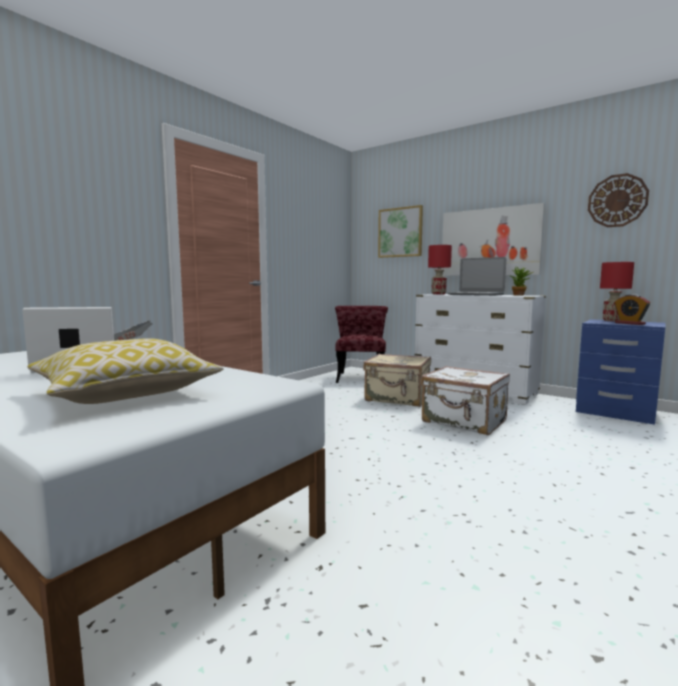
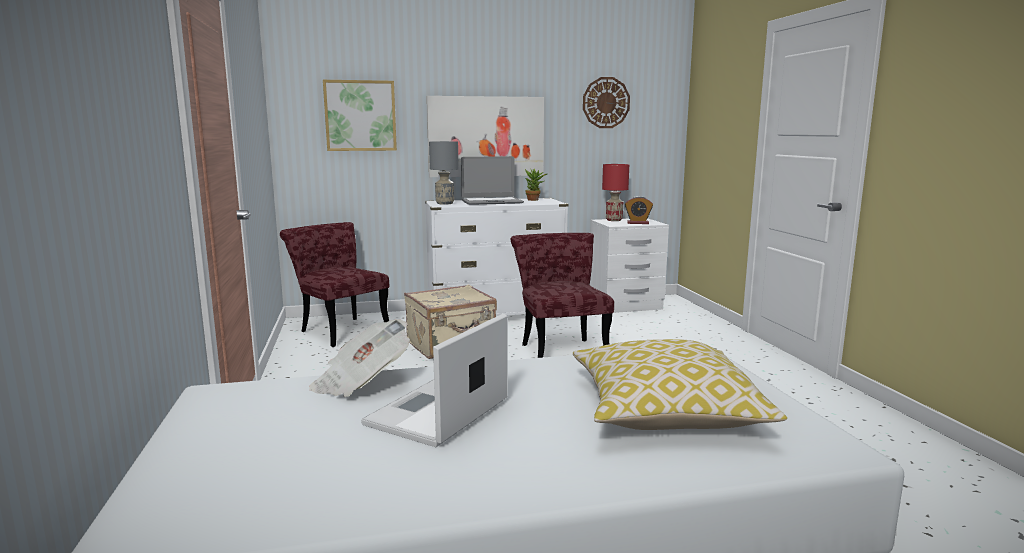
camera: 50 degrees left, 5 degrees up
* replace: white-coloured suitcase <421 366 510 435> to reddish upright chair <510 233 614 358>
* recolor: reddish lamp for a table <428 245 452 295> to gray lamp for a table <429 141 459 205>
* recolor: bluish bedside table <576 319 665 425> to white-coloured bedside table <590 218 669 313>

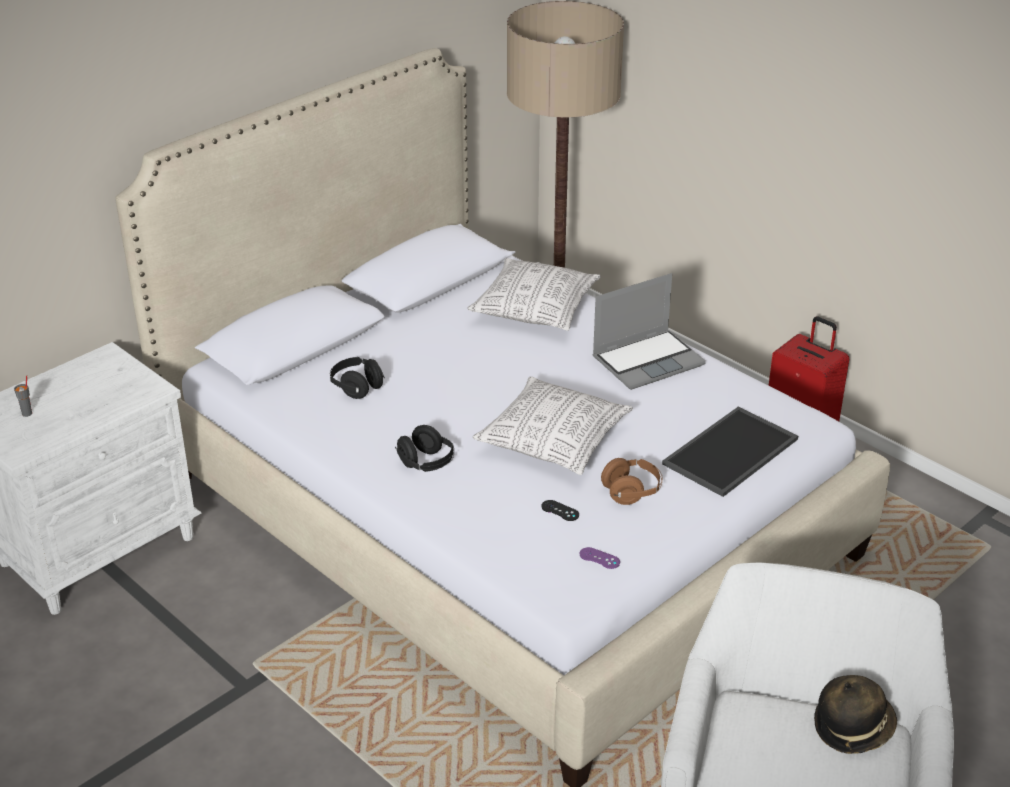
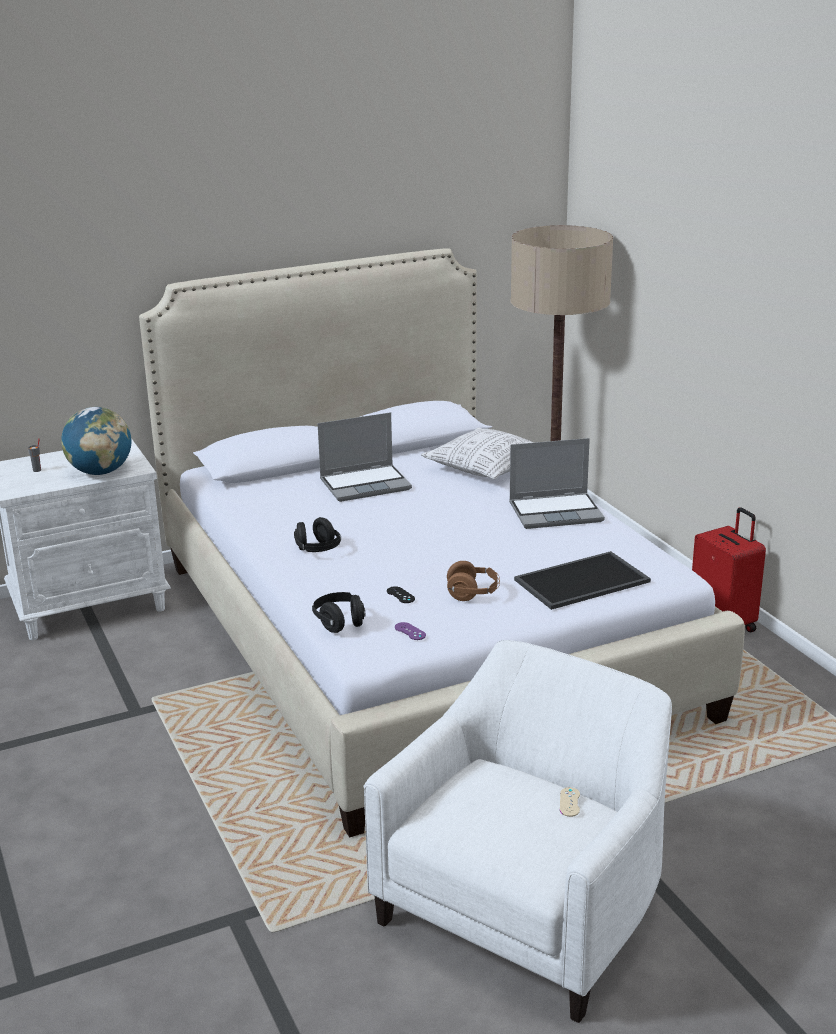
camera: 20 degrees right, 10 degrees down
* delete: pillow <473 376 633 475>
* insert: world globe <61 407 131 475>
* insert: notebook computer <318 412 412 502>
* move: black-coloured headphones <330 357 385 399> to <312 592 366 633>
* replace: wearable hat <814 675 897 754> to beige-coloured game controller <560 787 580 817>

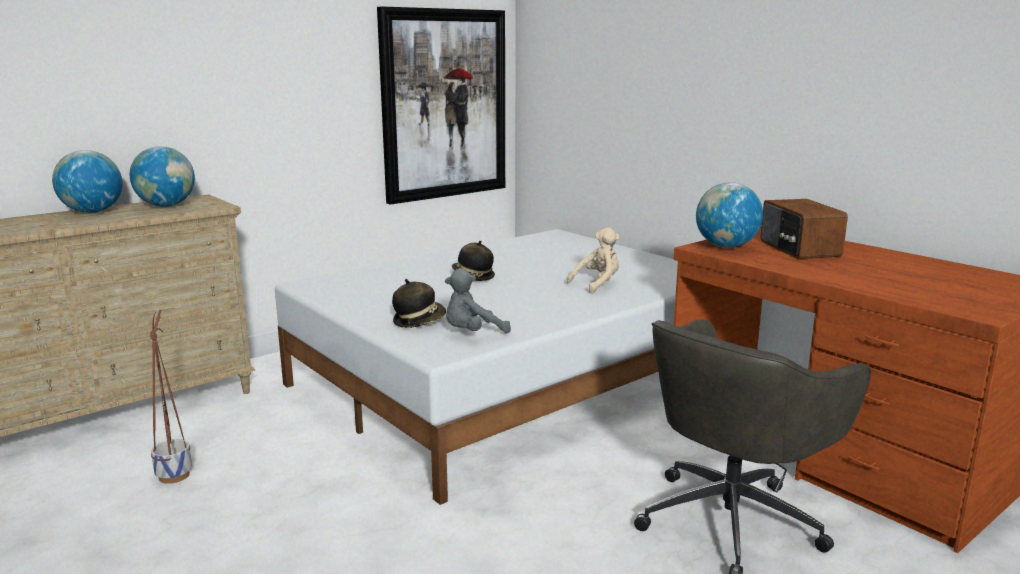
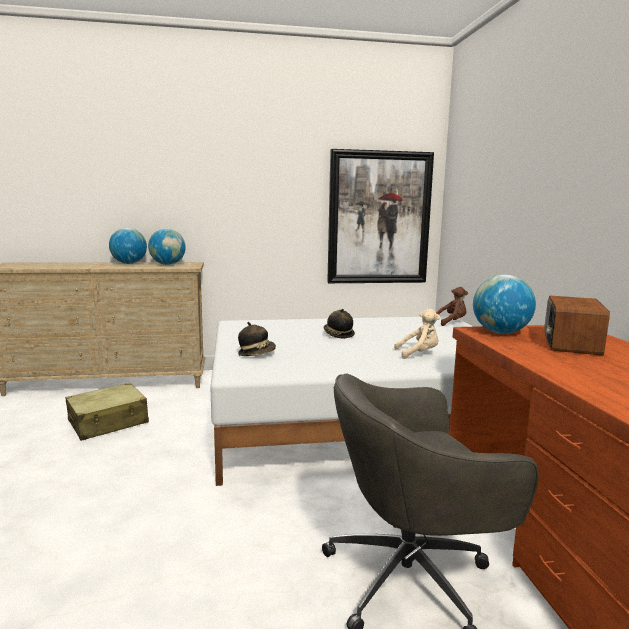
camera: 30 degrees right, 5 degrees down
* delete: gray plush toy <445 269 511 333>
* insert: brown plush toy <436 287 468 326>
* replace: plant pot <150 309 192 484> to beige-coloured suitcase <65 383 149 441>

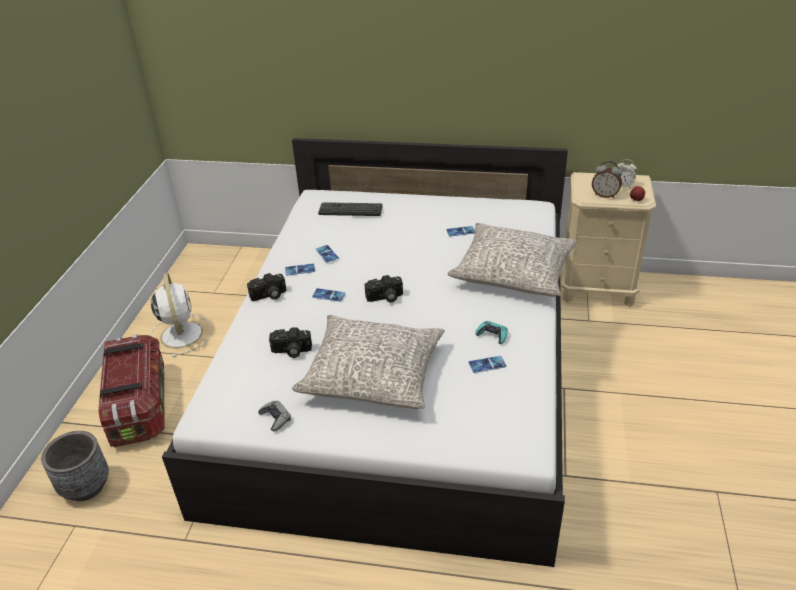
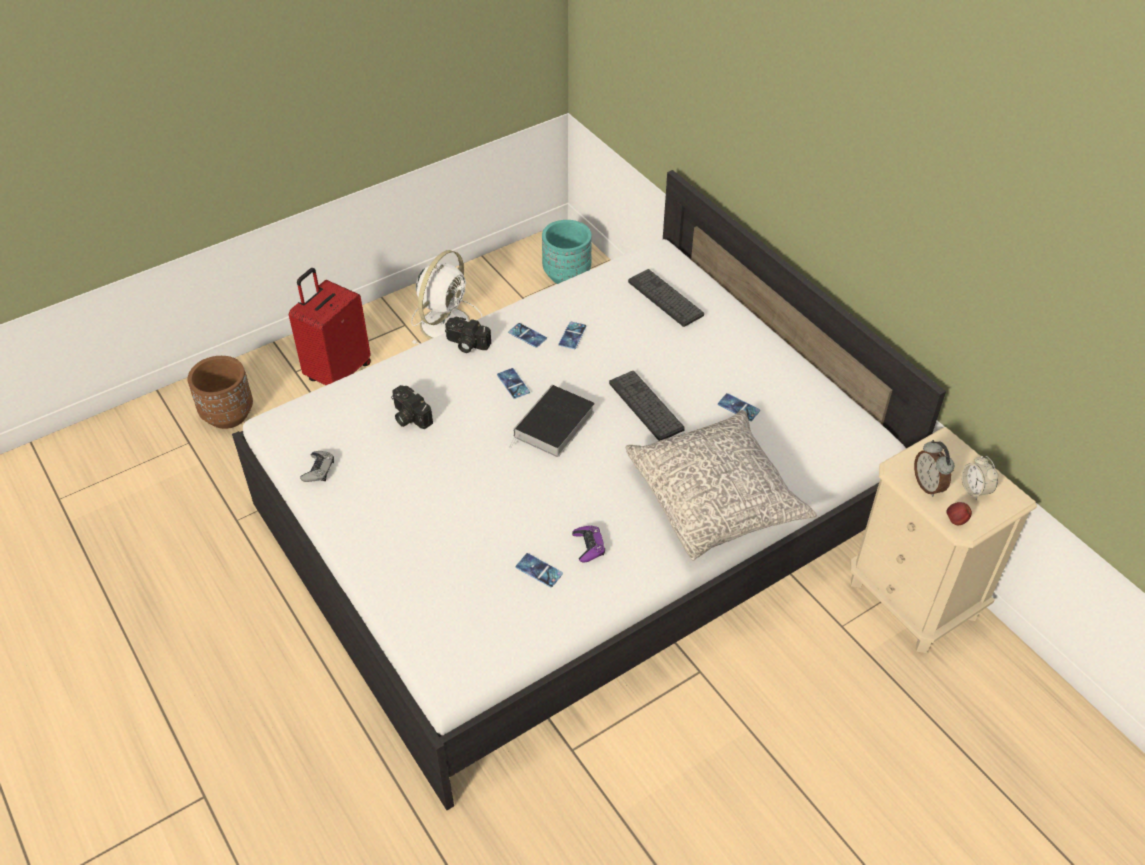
camera: 45 degrees right, 10 degrees up
* delete: gray pillow <292 315 445 409>
* insert: turquoise plant pot <542 220 592 284>
* insert: computer keyboard <609 371 685 441>
* replace: storage bin <98 334 165 447> to reddish suitcase <289 268 371 385>
* replace: photo camera <365 275 403 303> to bound book <509 385 595 457>
* recolor: gray plant pot <41 431 109 501> to brown plant pot <188 356 253 429>
* recolor: turquoise game controller <475 321 508 344> to purple-coloured game controller <572 526 605 563>

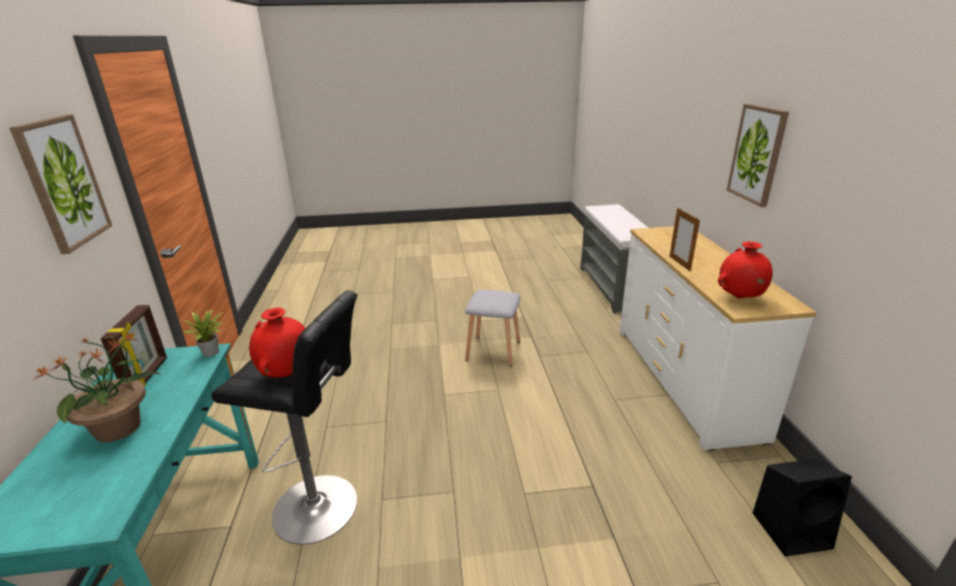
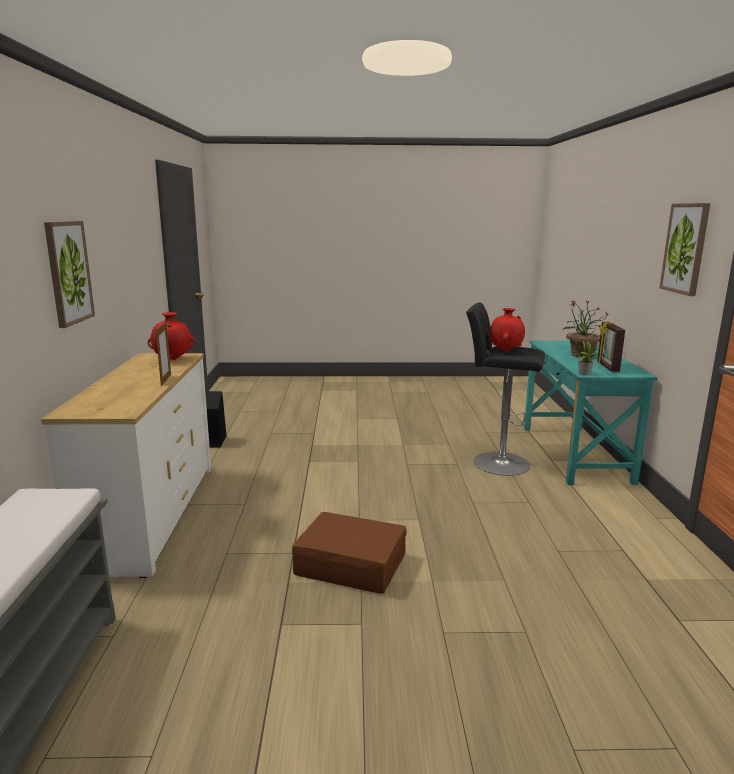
camera: 175 degrees left, 10 degrees down
* replace: gray sitting stool <465 290 520 366> to brown suitcase <292 512 407 594>

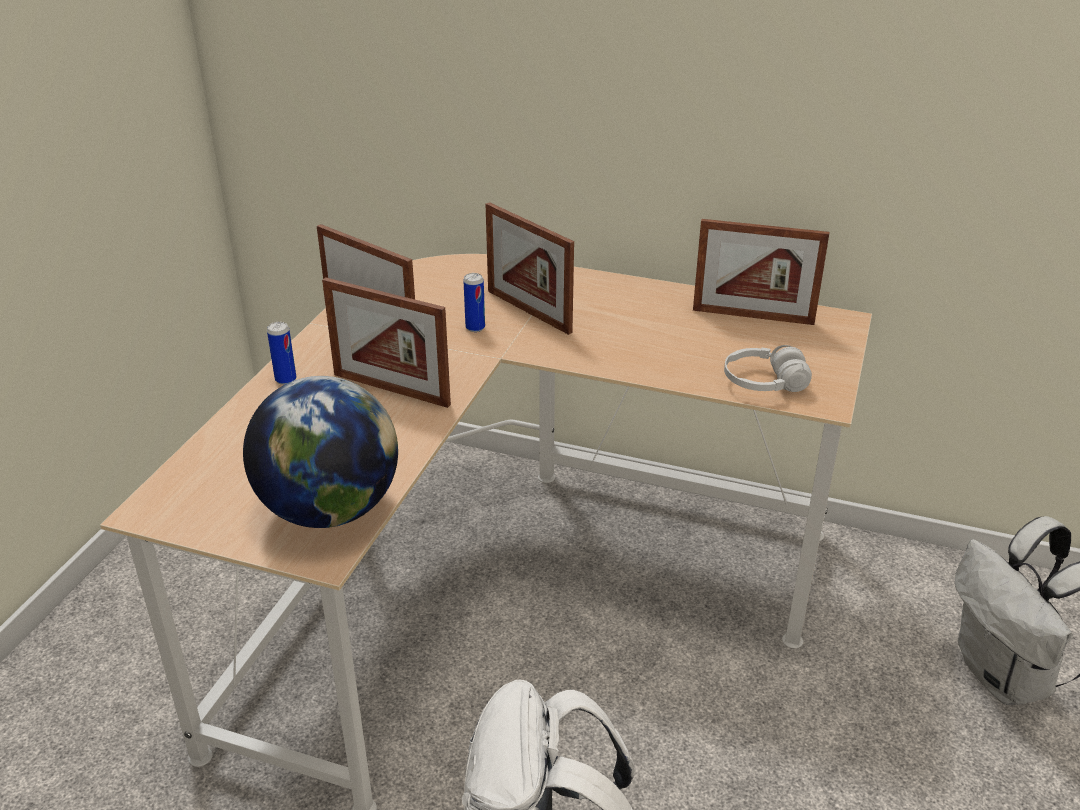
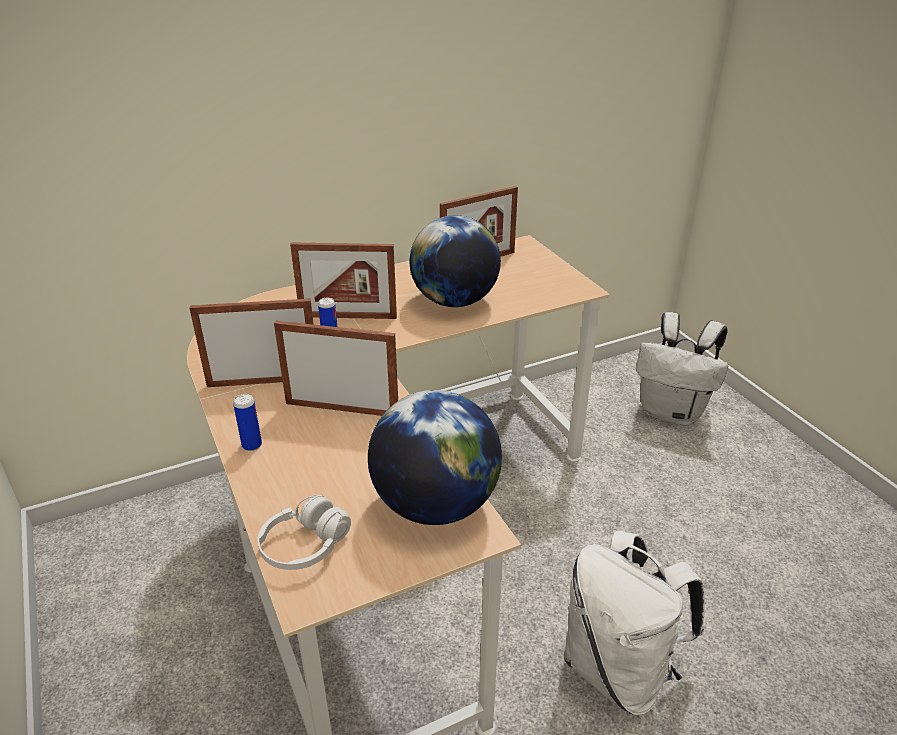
camera: 45 degrees left, 0 degrees up
* insert: world globe <410 215 501 307>
* move: white-coloured headphones <724 345 812 392> to <257 495 351 570>
* rotate: standing frame <322 278 451 408> = <274 321 398 416> 150 degrees counterclockwise

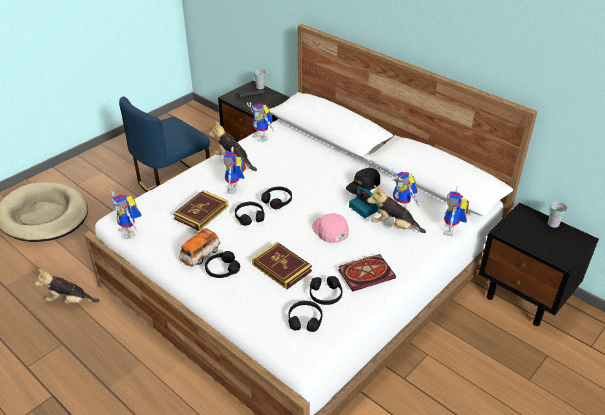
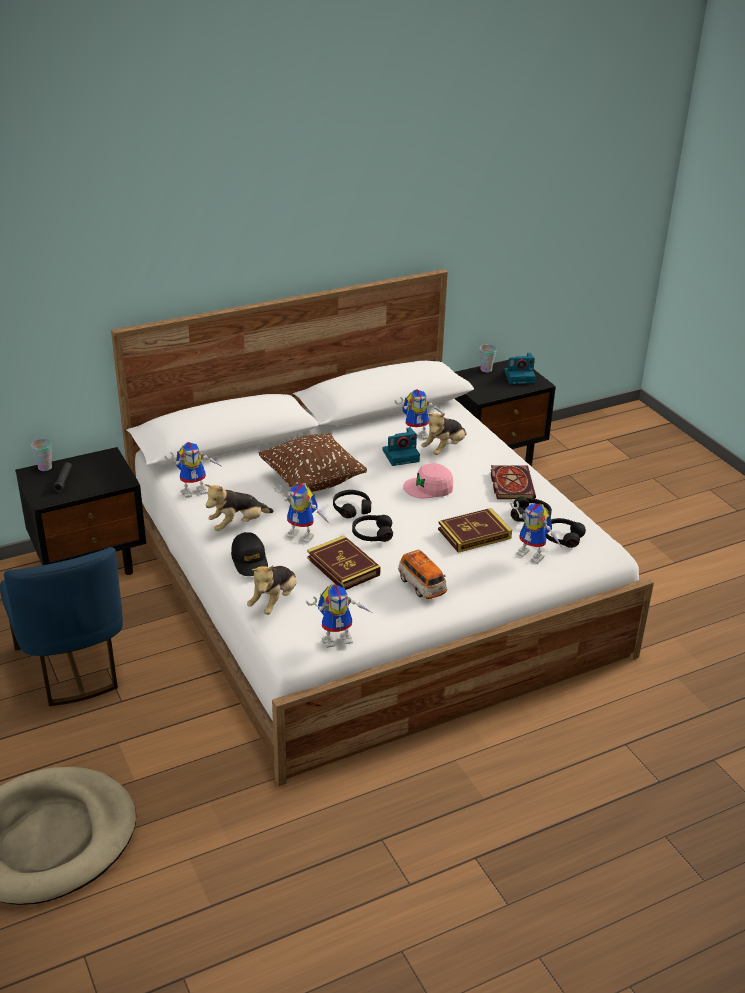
camera: 70 degrees left, 5 degrees down
* delete: black-coloured headphones <205 251 240 278>
* insert: brown pillow <258 433 367 492>
* insert: photo camera <504 353 535 384>
* move: plush toy <35 269 100 303> to <247 566 296 615>
* move: black-coloured baseball cap <346 168 380 194> to <231 532 268 576>
* move: robot figure <443 186 469 236> to <510 502 562 564>

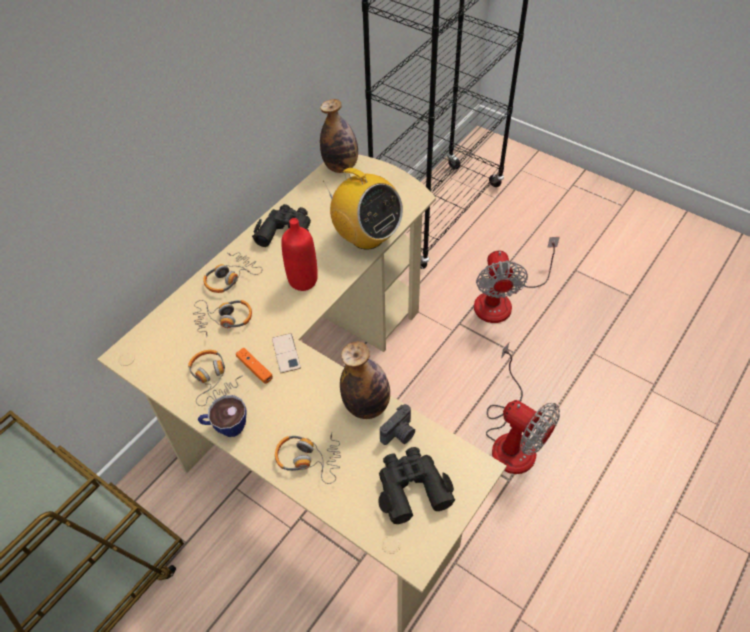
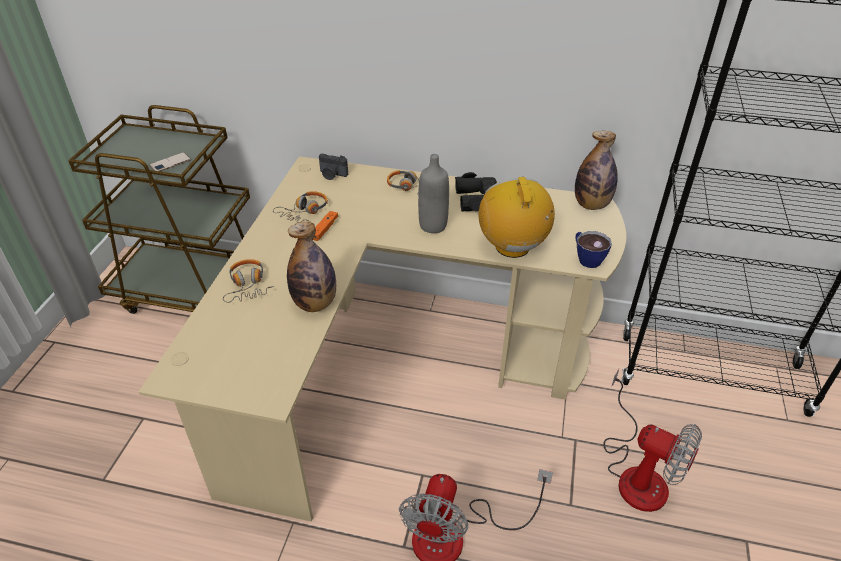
camera: 65 degrees right, 10 degrees down
* delete: headphones <193 300 252 336>
* delete: black-coloured field glasses <378 447 455 524>
* move: drinking cup <198 395 246 437> to <575 231 612 268>
* move: telephone <272 333 301 373> to <149 152 191 171>
* move: photo camera <380 404 415 445> to <319 154 348 180>
* recolor: reddish drink bottle <281 218 318 291> to gray drink bottle <418 154 449 233>
* rotate: radio receiver <323 168 403 250> = <479 177 555 258> 150 degrees clockwise
* rotate: electric fan <474 237 560 323> = <603 369 702 512> 120 degrees counterclockwise

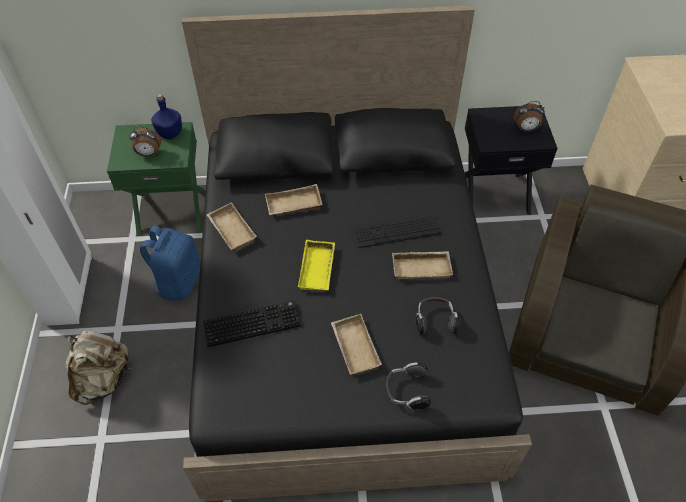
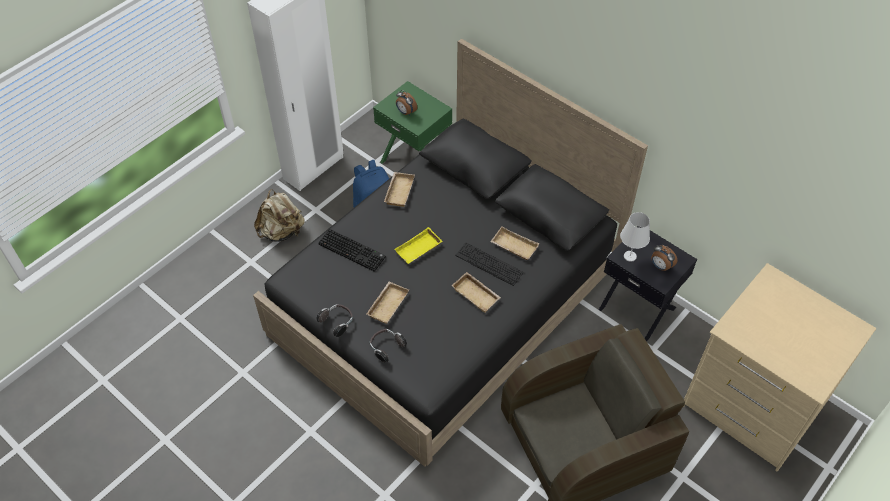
camera: 45 degrees right, 0 degrees up
* delete: bluish drink bottle <151 94 182 140>
* insert: white-coloured lamp for a table <620 212 650 262>
* move: beige-coloured serving tray <265 184 323 215> to <490 226 540 260>
* move: headphones <416 297 459 335> to <316 304 353 337>

